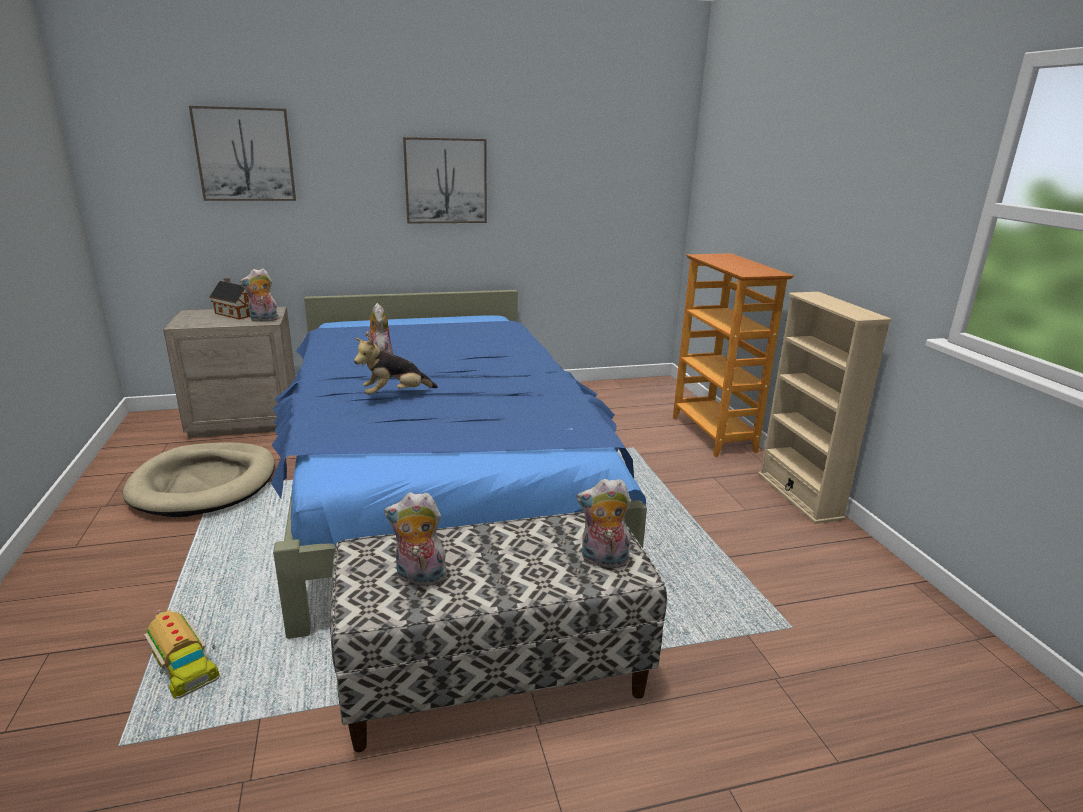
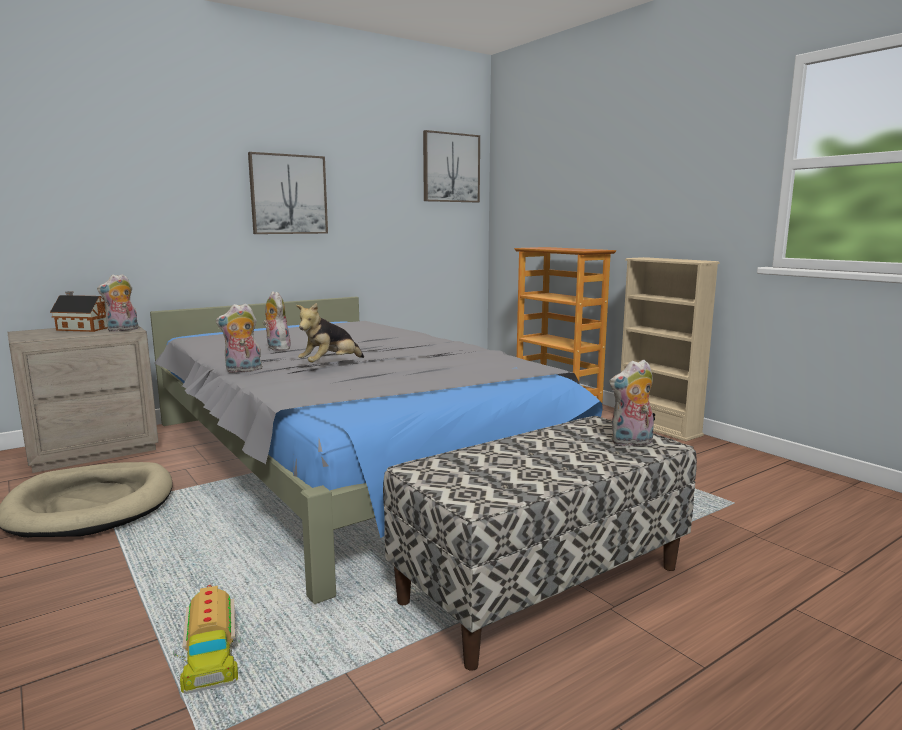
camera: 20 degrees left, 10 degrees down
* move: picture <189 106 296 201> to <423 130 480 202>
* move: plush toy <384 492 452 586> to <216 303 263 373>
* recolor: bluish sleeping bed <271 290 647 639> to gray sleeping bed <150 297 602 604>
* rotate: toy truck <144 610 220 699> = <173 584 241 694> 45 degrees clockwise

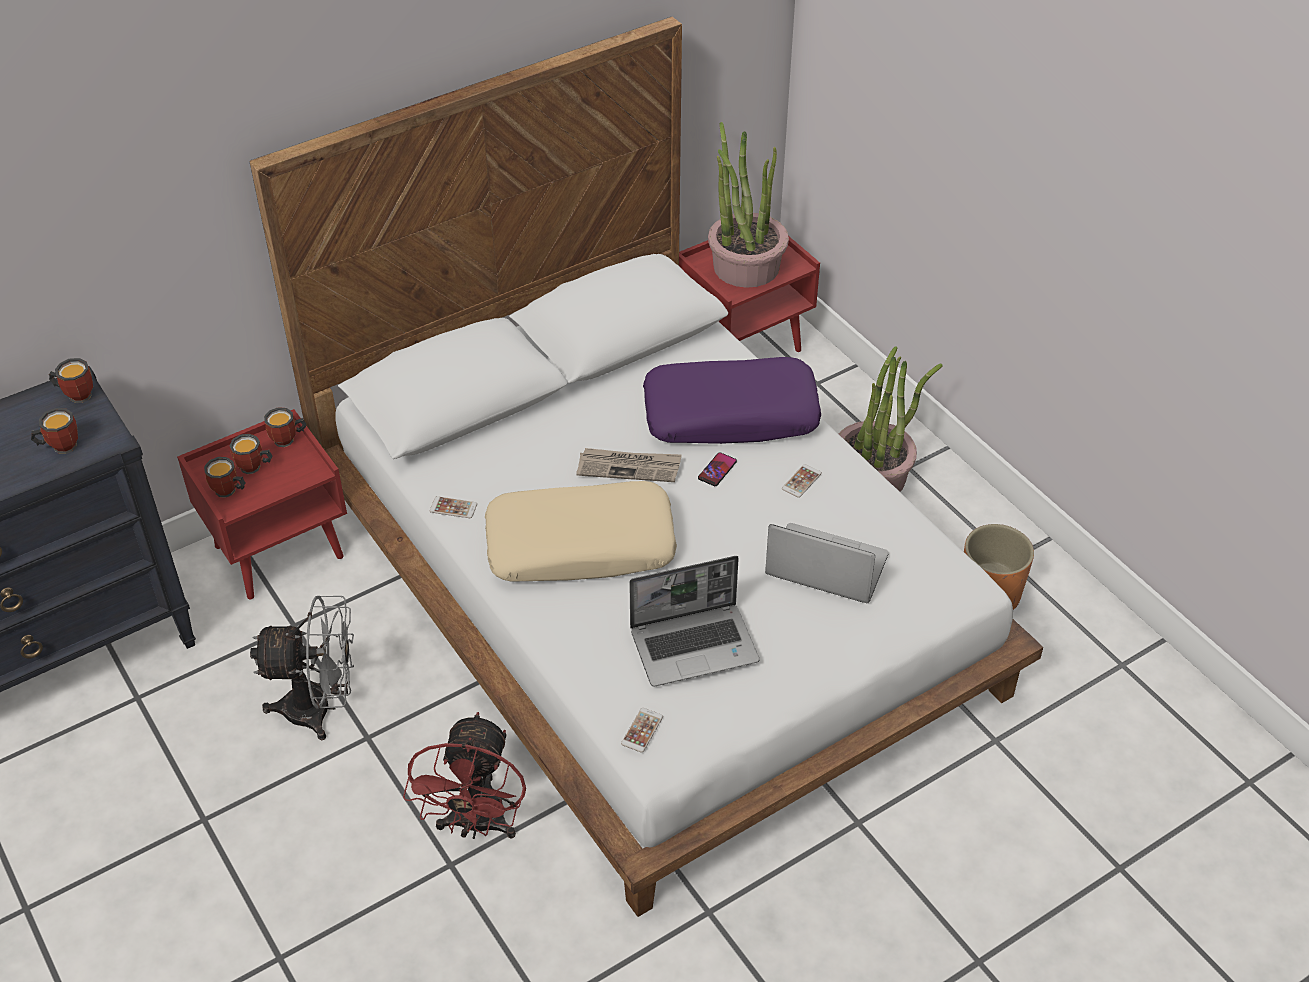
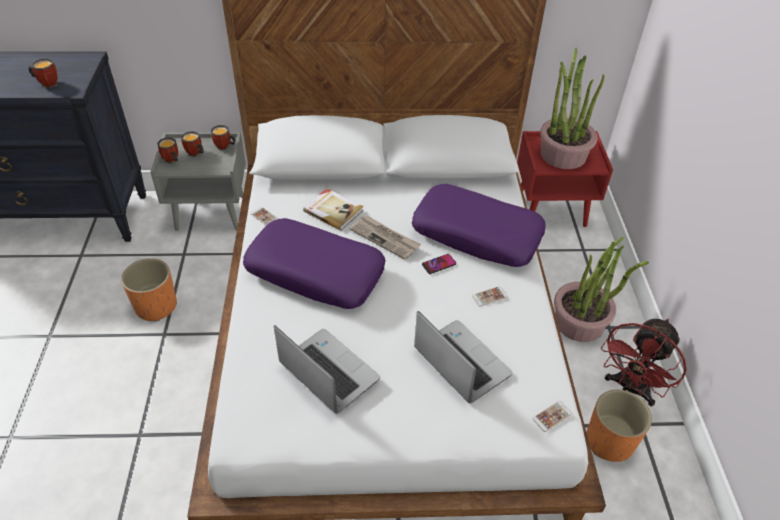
camera: 30 degrees right, 0 degrees up
* delete: mug <49 358 93 403>
* insert: bound book <303 189 363 231>
* move: reddish electric fan <403 712 526 839> to <601 319 687 407>
* move: telephone <621 708 663 753> to <532 401 572 432>
* replace: gray electric fan <250 596 354 740> to orange-coloured plant pot <121 258 177 322>
* recolor: reddish bedside table <177 409 347 600> to gray bedside table <150 132 246 231>
* recolor: beige-coloured pillow <485 481 677 581> to purple-coloured pillow <243 218 386 309>
* rotate: notebook computer <629 556 759 687> = <274 325 380 414> 150 degrees counterclockwise

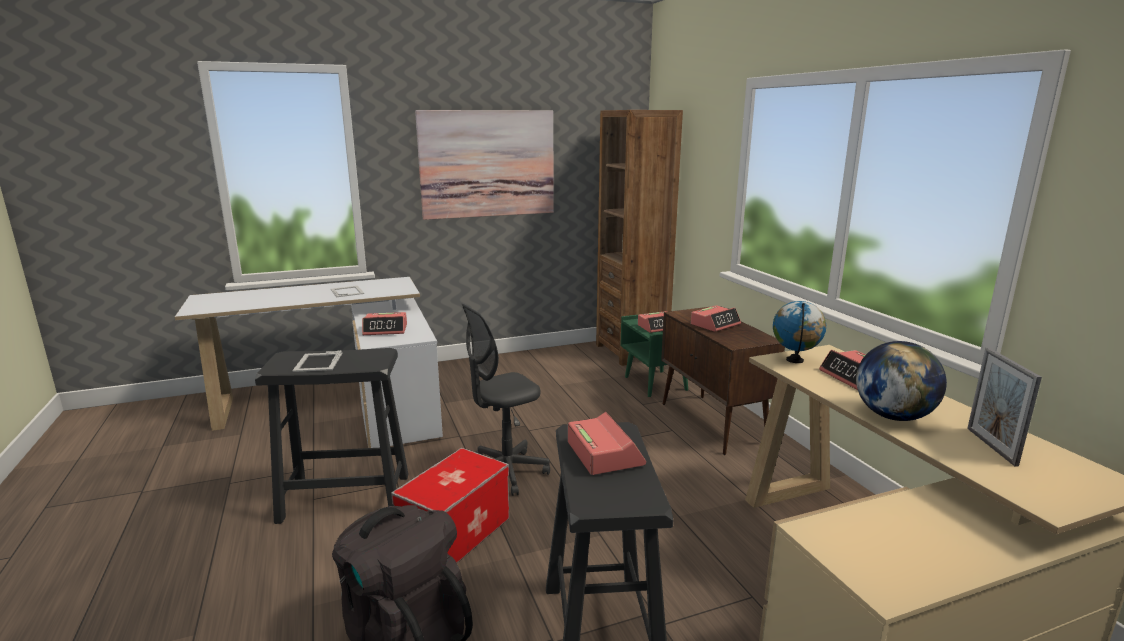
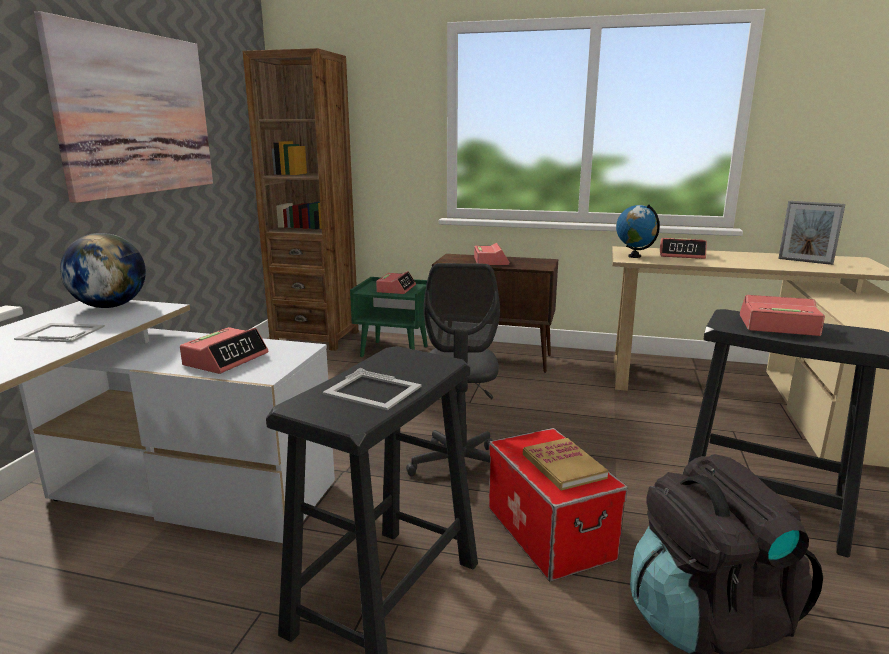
camera: 55 degrees left, 0 degrees up
* insert: bound book <523 438 608 490>
* move: world globe <856 341 947 421> to <60 233 146 308>

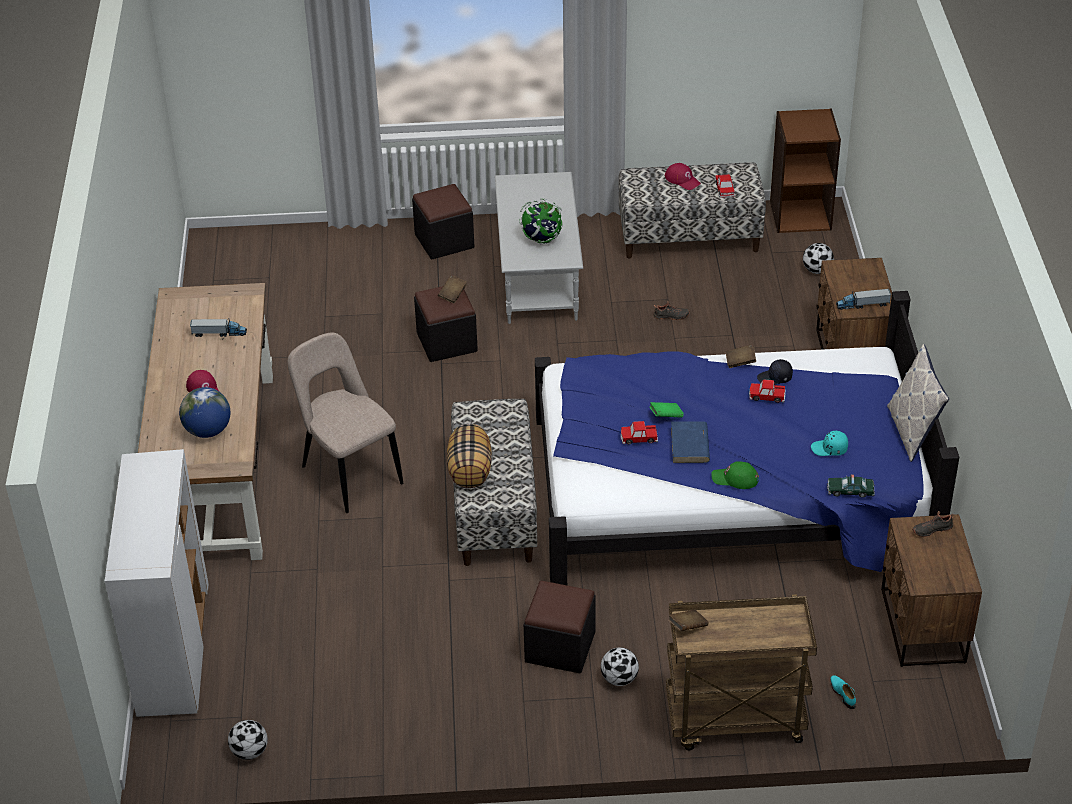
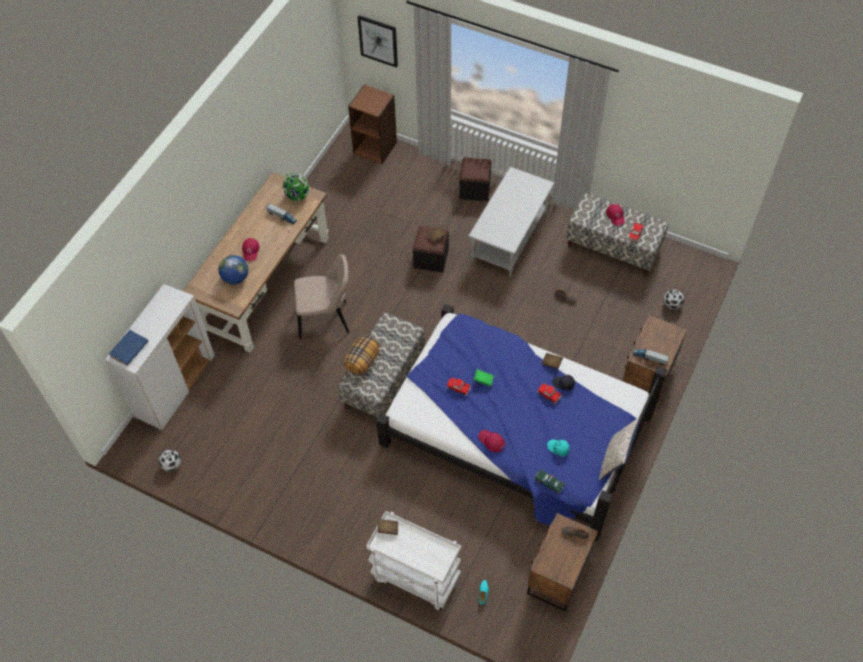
camera: 30 degrees right, 15 degrees up
* delete: black-coloured ottoman <524 581 596 673>
* delete: ball for football <601 647 639 686>
* insert: picture <358 15 398 68>
* move: world globe <519 198 563 244> to <283 172 310 201>
* move: bluish bound book <671 421 710 463> to <109 330 148 366>
* move: brown bookshelf <770 109 841 233> to <348 84 397 164>
* recolor: brown trolley <666 594 817 750> to white-coloured trolley <366 511 461 611>
* recolor: green-coloured baseball cap <711 461 759 489> to reddish baseball cap <478 430 506 452>
* rotate: beige-coloured upright chair <288 333 403 513> = <294 254 349 339> 90 degrees clockwise

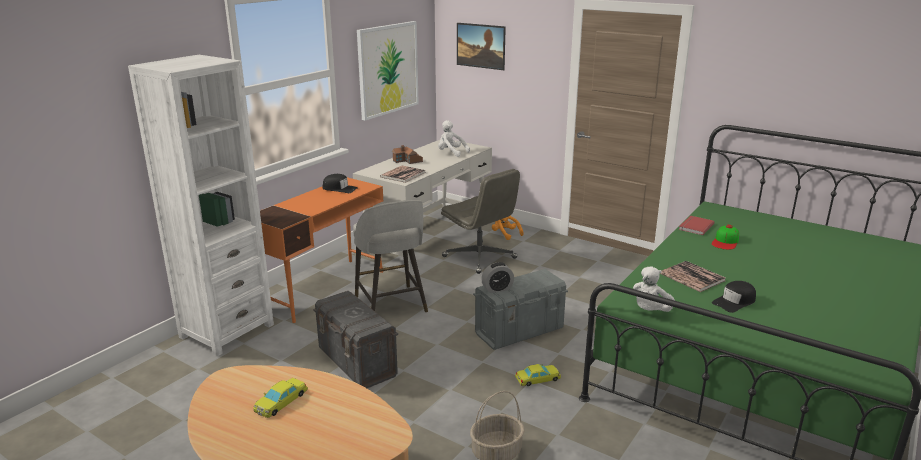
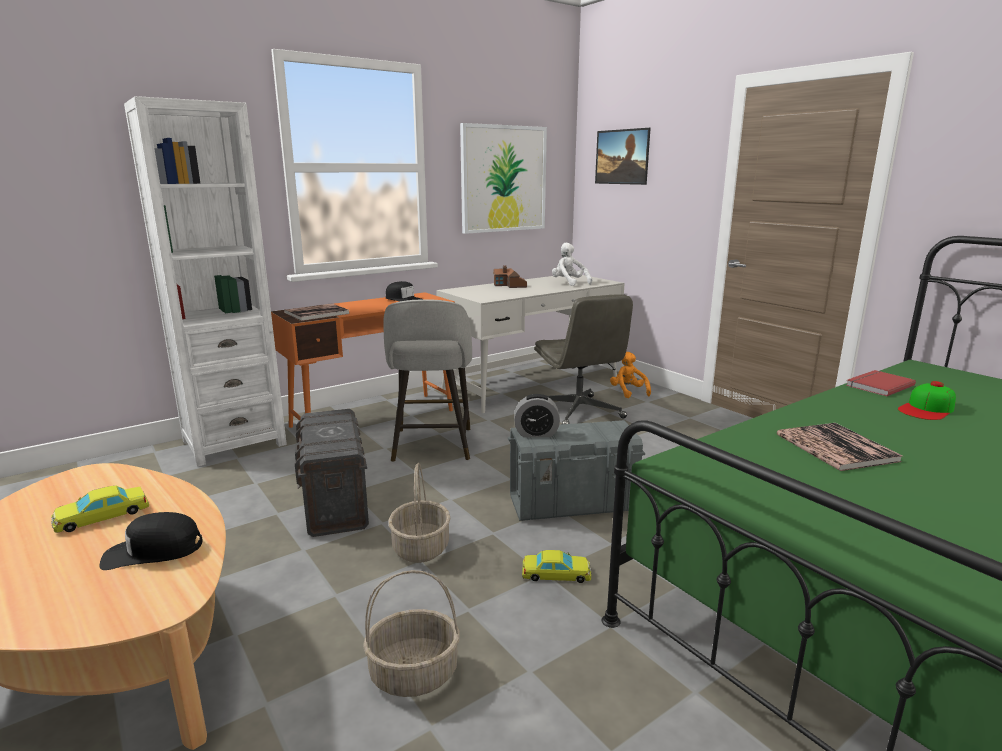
camera: 20 degrees right, 5 degrees down
* delete: white-coloured plush toy <633 266 675 312>
* insert: basket <388 463 451 563>
* move: bound book <380 166 426 183> to <284 303 350 321>
* move: black-coloured baseball cap <712 281 756 313> to <100 512 203 570>

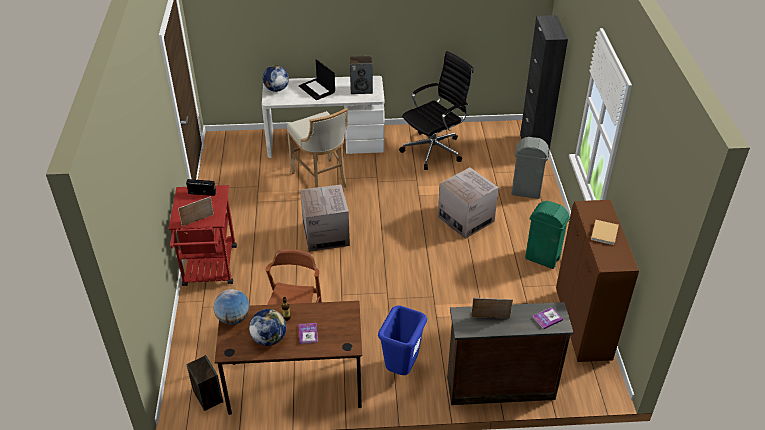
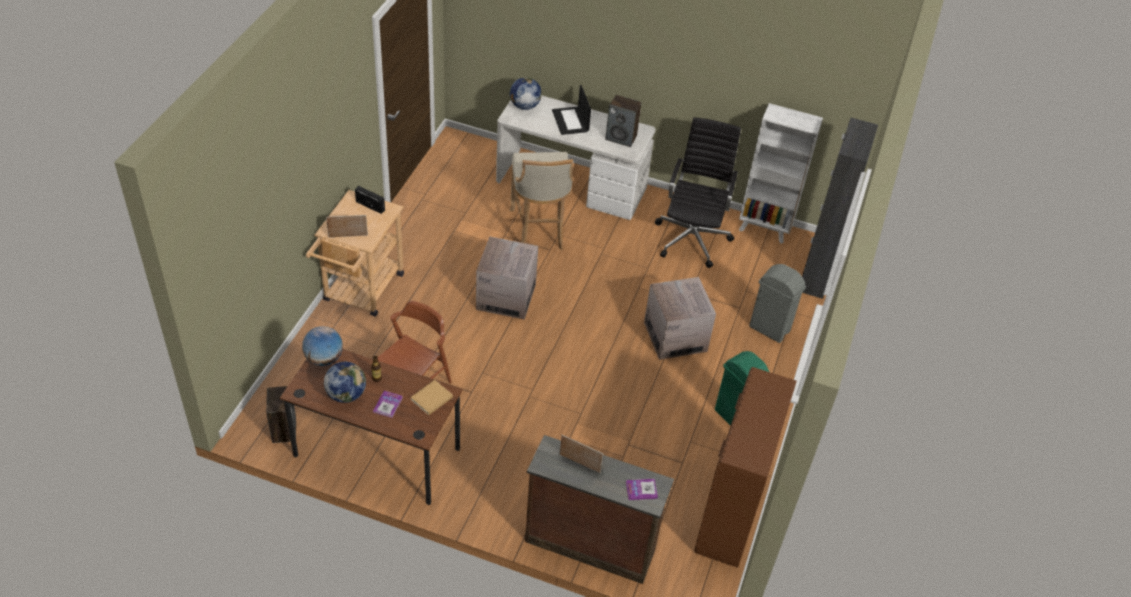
camera: 20 degrees right, 5 degrees up
* delete: bluish waste bin <378 305 427 375>
* insert: white-coloured bookshelf <739 103 823 243>
* move: beige-coloured bound book <591 220 619 245> to <410 380 453 415>
* recolor: reddish trolley <169 185 237 286> to beige-coloured trolley <306 190 404 317>
* rotate: black-coloured office chair <399 51 473 170> = <655 117 741 268> 60 degrees counterclockwise

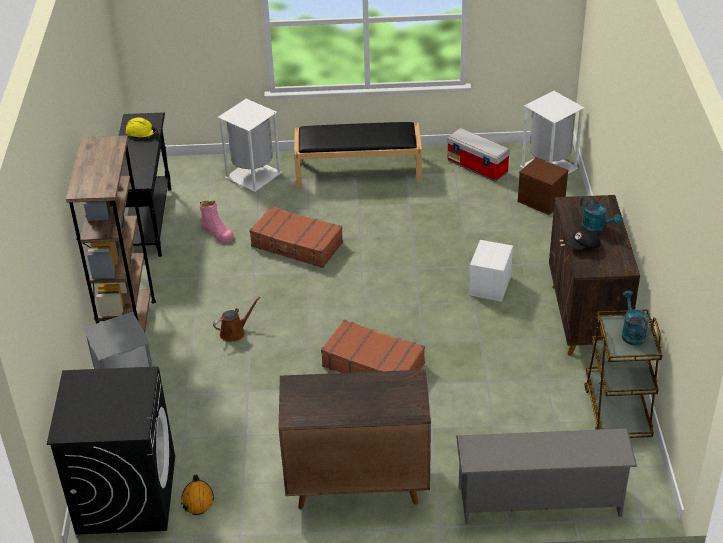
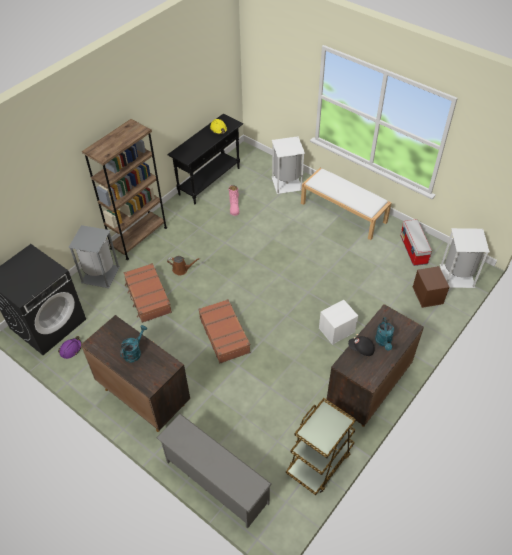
camera: 40 degrees right, 10 degrees up
* move: brown suitcase <249 206 343 268> to <124 263 172 323>
* move: turquoise sprinkling can <622 291 649 346> to <120 325 147 363>
* recolor: orange-coloured work helmet <181 475 214 515> to purple-coloured work helmet <58 336 82 359>
* recolor: black-coloured bench <294 122 422 187> to white-coloured bench <301 168 391 240>

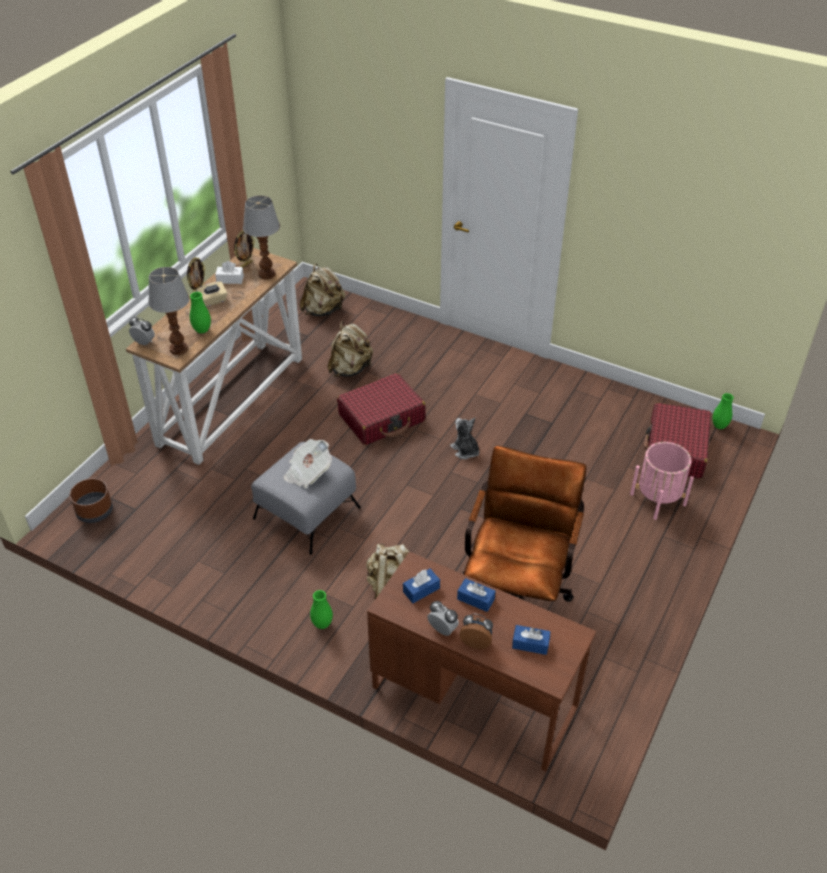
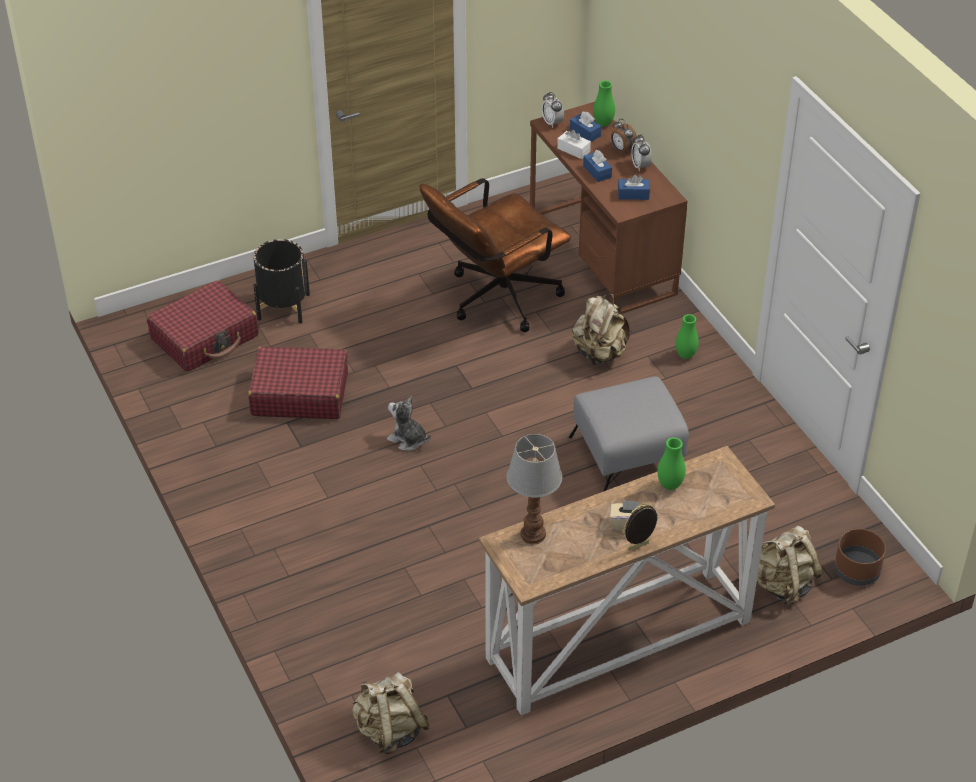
camera: 145 degrees left, 0 degrees up
* delete: lamp for a table <148 267 189 355>
* delete: standing frame <234 230 255 267>
* delete: daily paper <284 439 332 488>
* move: table clock <129 317 155 345> to <542 92 564 128>
* move: white-coloured tissue holder <215 261 244 284> to <557 130 591 159>
* move: beige-coloured knapsack <327 321 373 377> to <757 526 824 605>
* move: reddish suitcase <337 373 426 445> to <248 346 348 419>
* move: green-coloured flower vase <712 393 734 429> to <593 81 615 127>
* recolor: pink plant pot <630 442 694 520> to black-coloured plant pot <253 239 310 323>
* rotate: plush toy <450 418 479 459> = <387 396 431 451> 120 degrees clockwise

